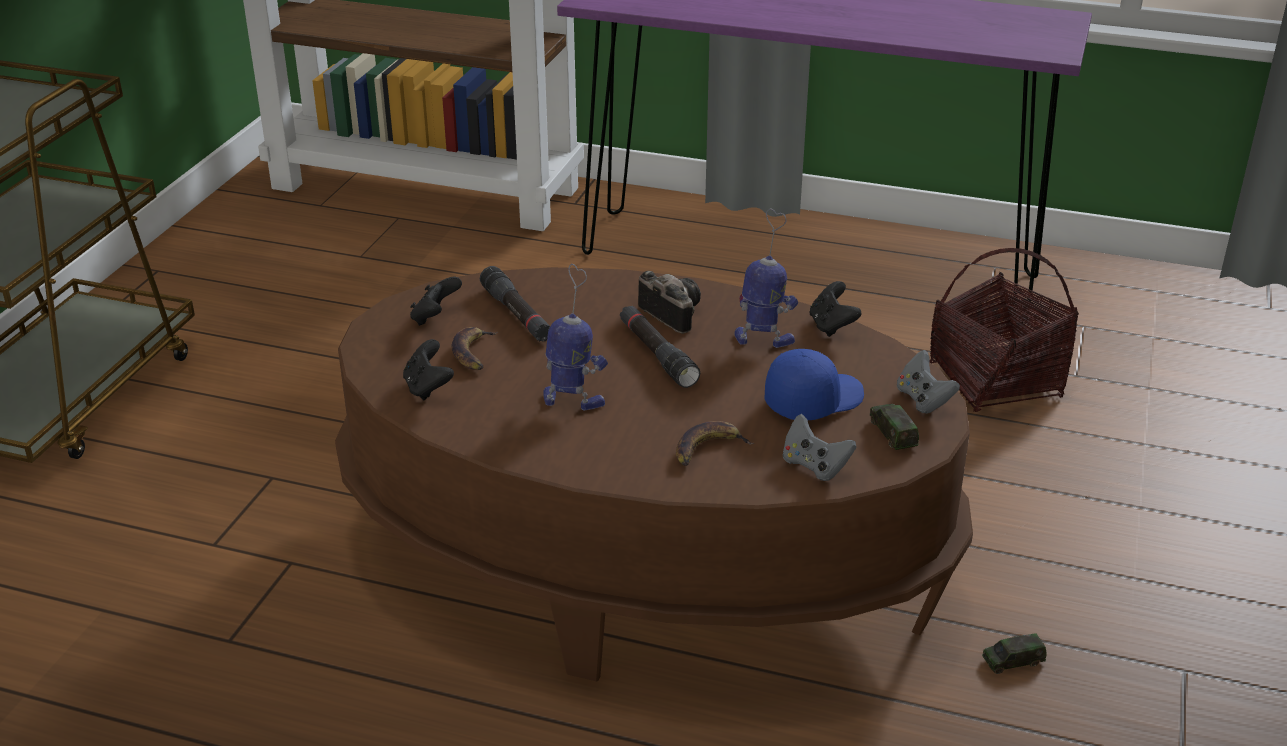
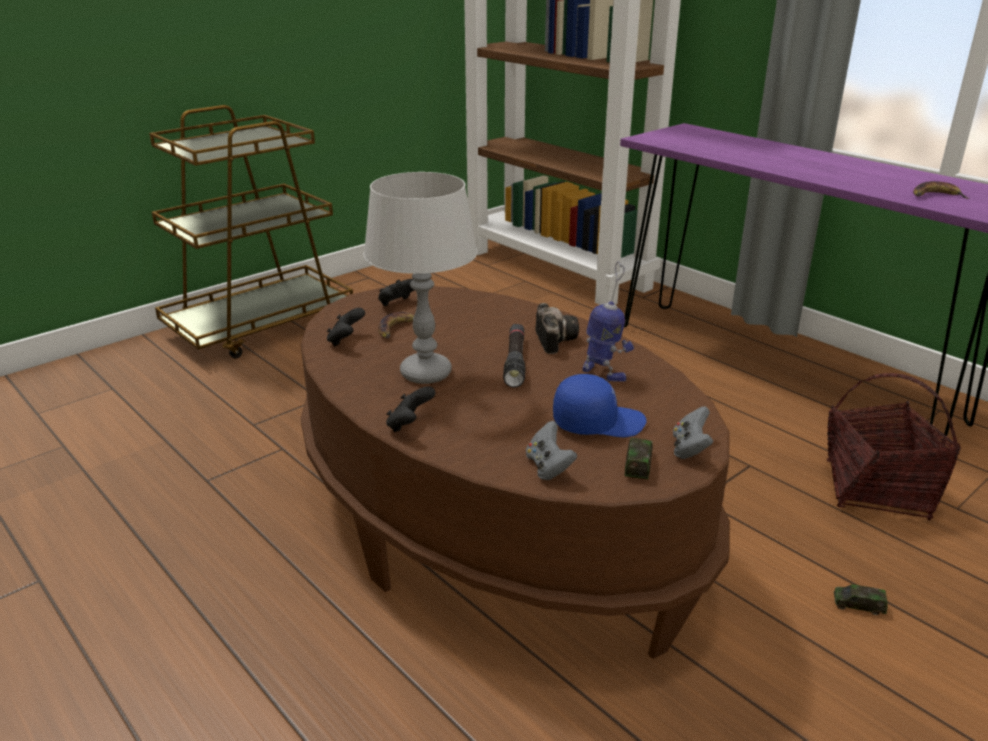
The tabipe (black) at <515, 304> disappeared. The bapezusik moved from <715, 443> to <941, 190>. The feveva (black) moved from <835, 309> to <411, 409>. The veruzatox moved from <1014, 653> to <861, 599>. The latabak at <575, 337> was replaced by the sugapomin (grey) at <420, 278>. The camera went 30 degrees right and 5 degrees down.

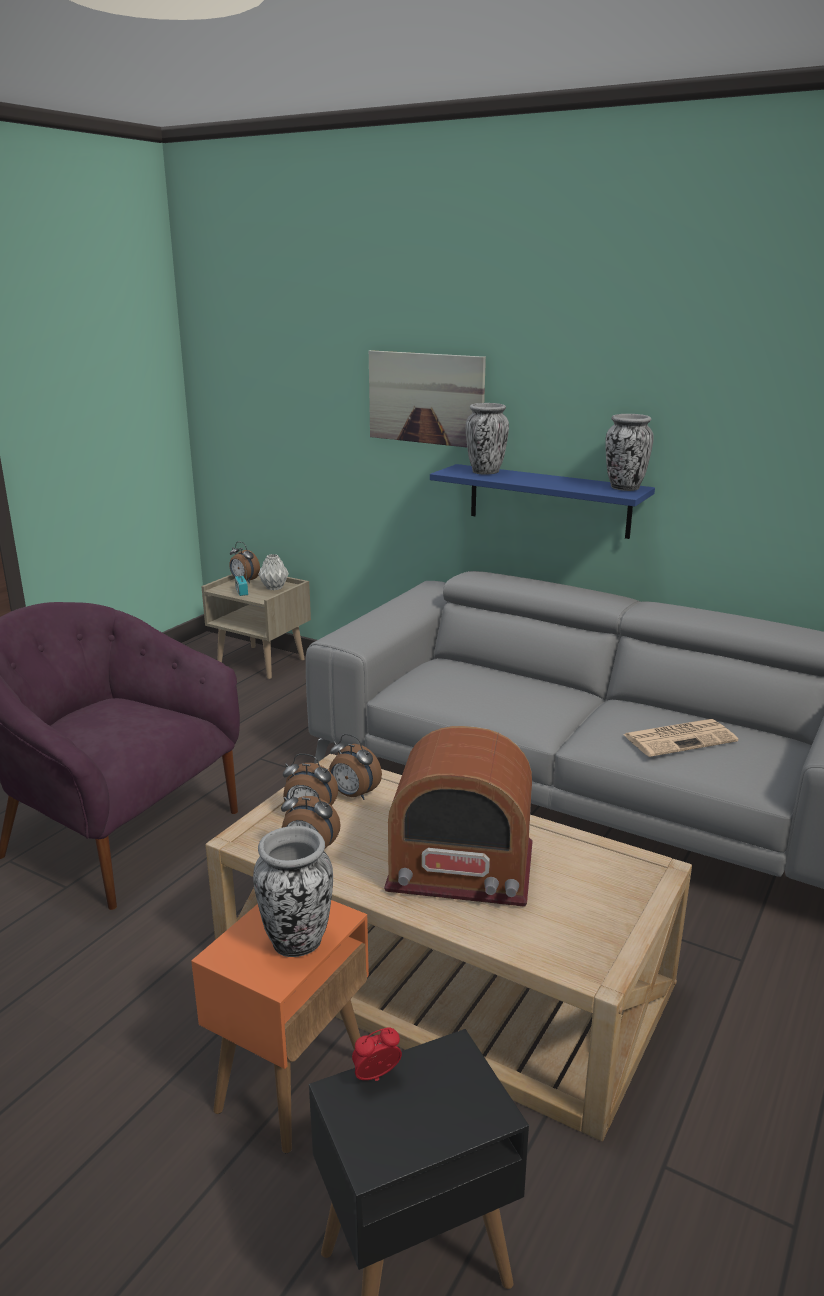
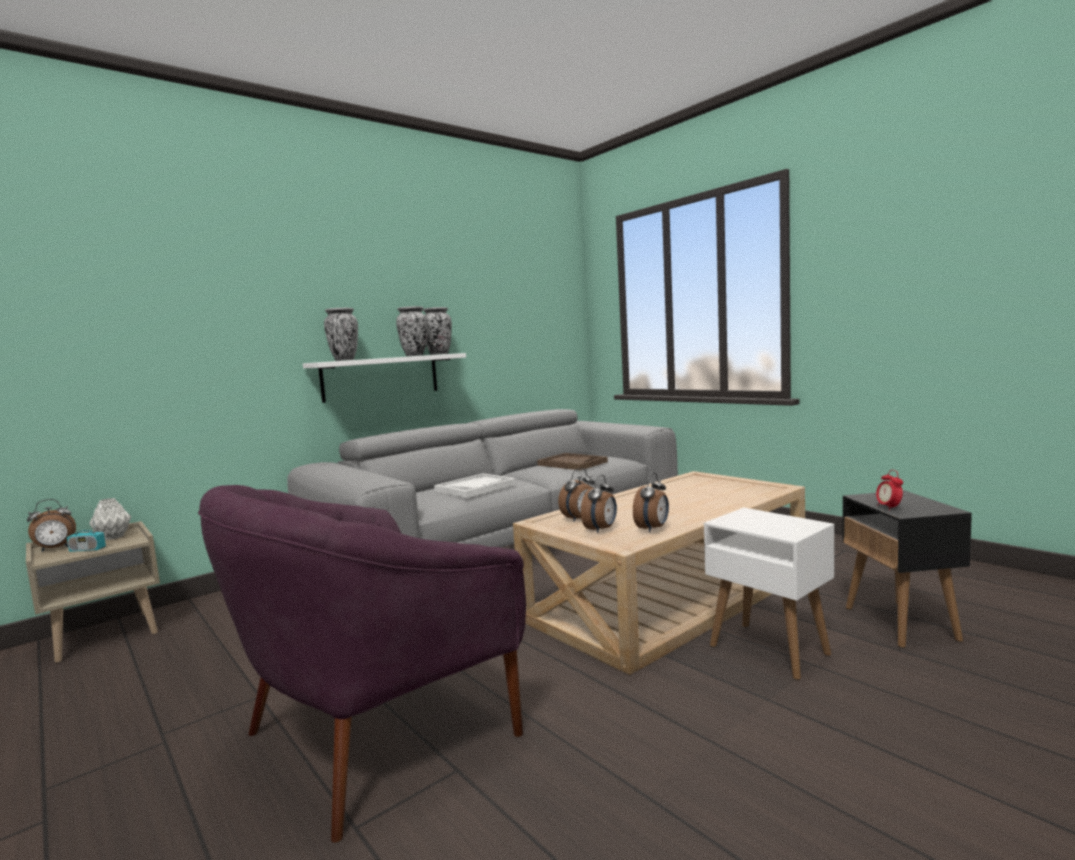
The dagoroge at <427, 398> disappeared. The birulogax at <458, 816> disappeared. The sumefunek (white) at <475, 485> appeared. The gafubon moved from <293, 891> to <411, 331>. The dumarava at <680, 738> was replaced by the sumefunek (brown) at <572, 461>. The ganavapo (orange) at <280, 1026> became the ganavapo (white) at <769, 594>. The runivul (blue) at <542, 501> became the runivul (white) at <384, 378>. The camera went 70 degrees left and 15 degrees down.

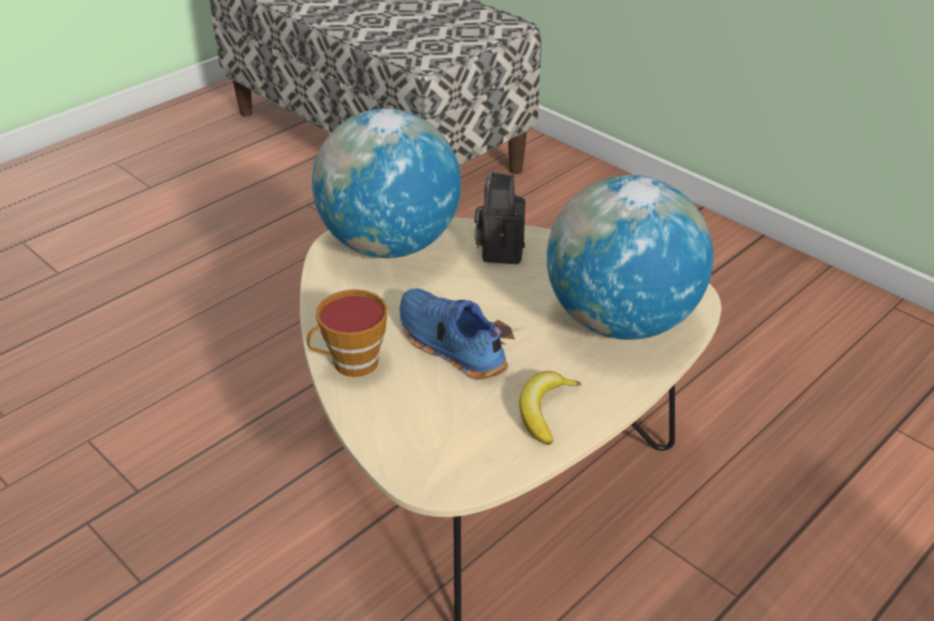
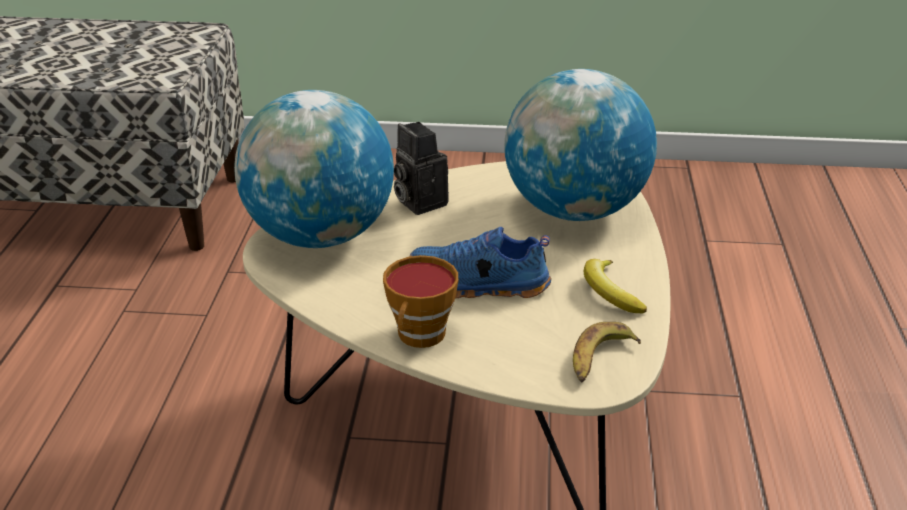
The bapezusik at <607, 352> appeared. The camera went 40 degrees left and 5 degrees down.

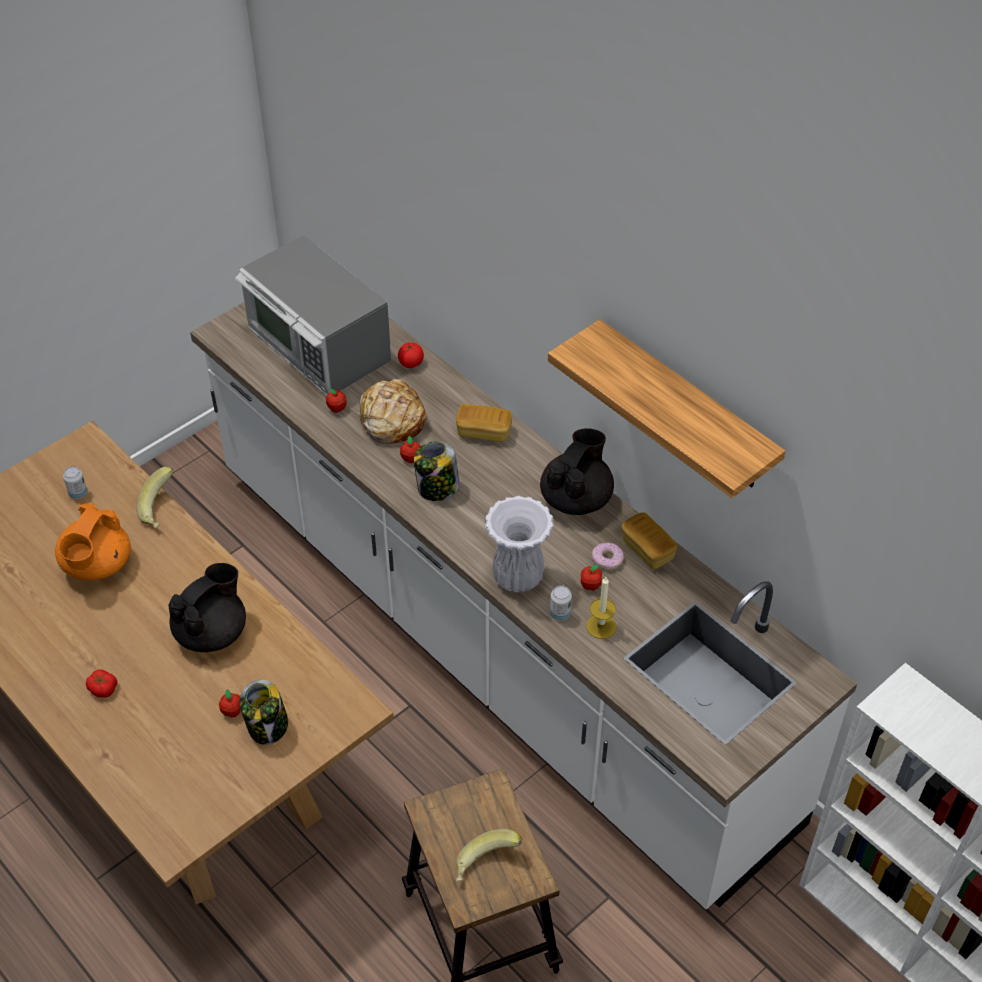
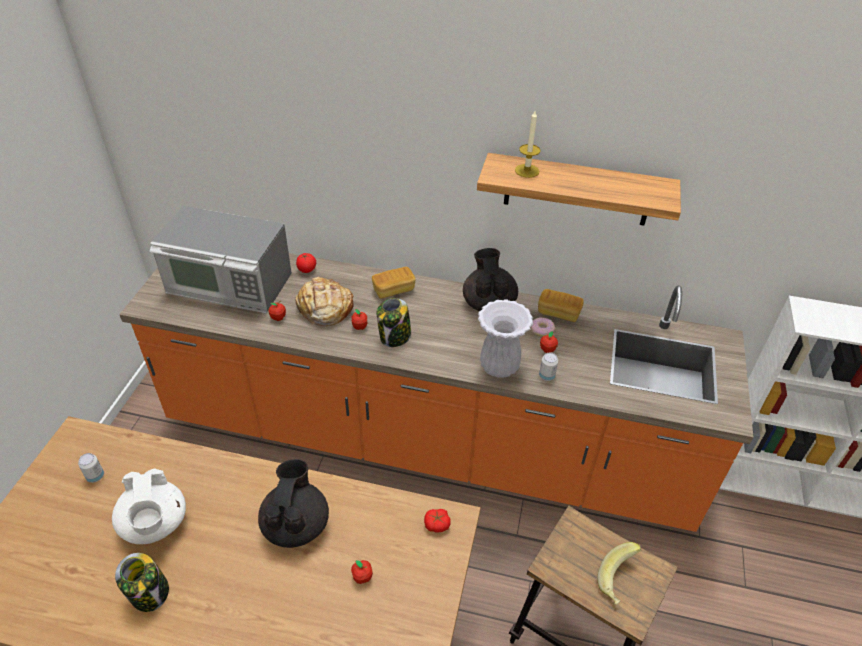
The bapezusik at <155, 497> disappeared. The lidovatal moved from <102, 683> to <437, 520>. The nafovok moved from <263, 712> to <142, 582>. The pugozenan moved from <601, 608> to <528, 144>. The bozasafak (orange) at <93, 541> became the bozasafak (white) at <149, 506>. The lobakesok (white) at <523, 605> became the lobakesok (orange) at <436, 392>. The camera went 35 degrees left and 5 degrees down.

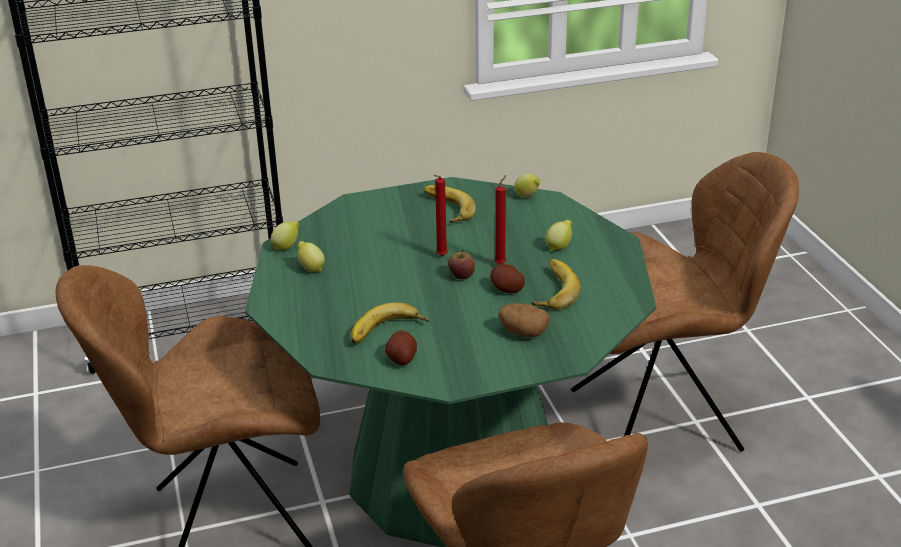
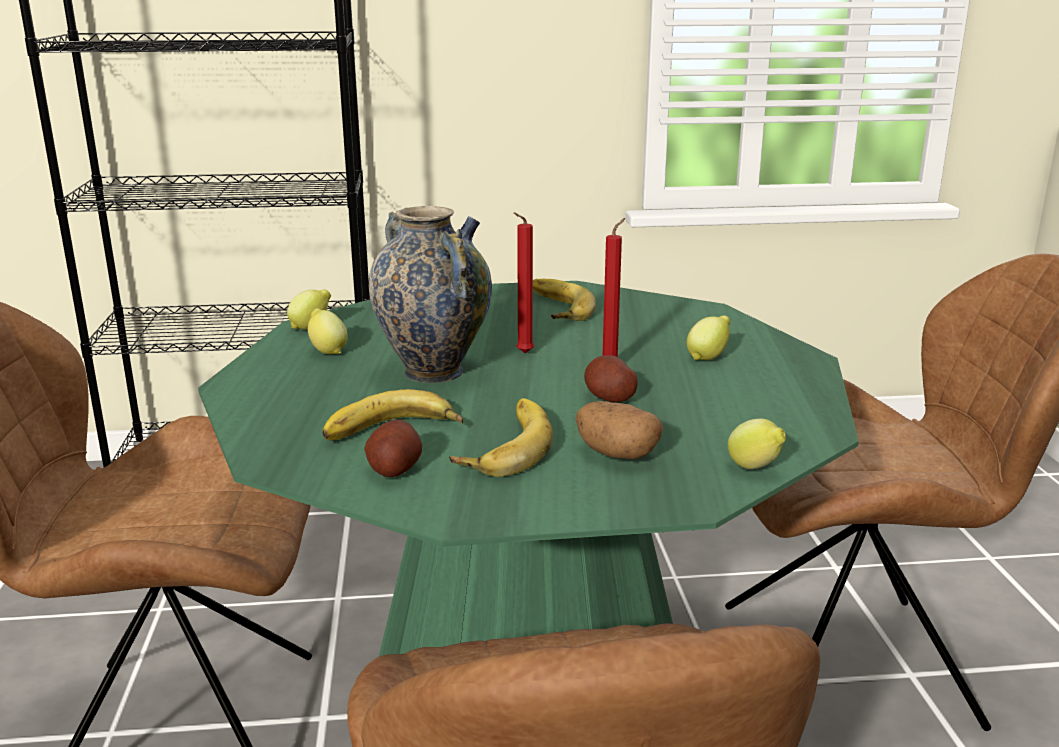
The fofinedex at <461, 264> disappeared. The gafubon at <430, 294> appeared. The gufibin moved from <527, 185> to <757, 443>. The bapezusik moved from <556, 284> to <501, 437>. The camera went 10 degrees right and 10 degrees down.

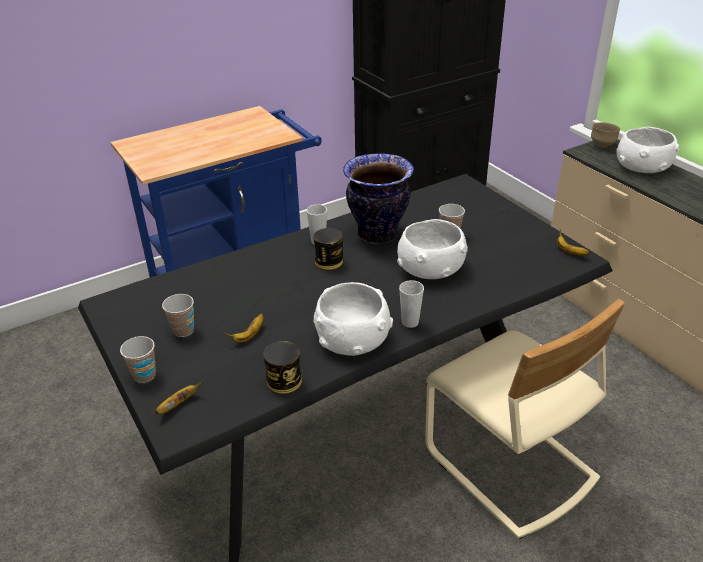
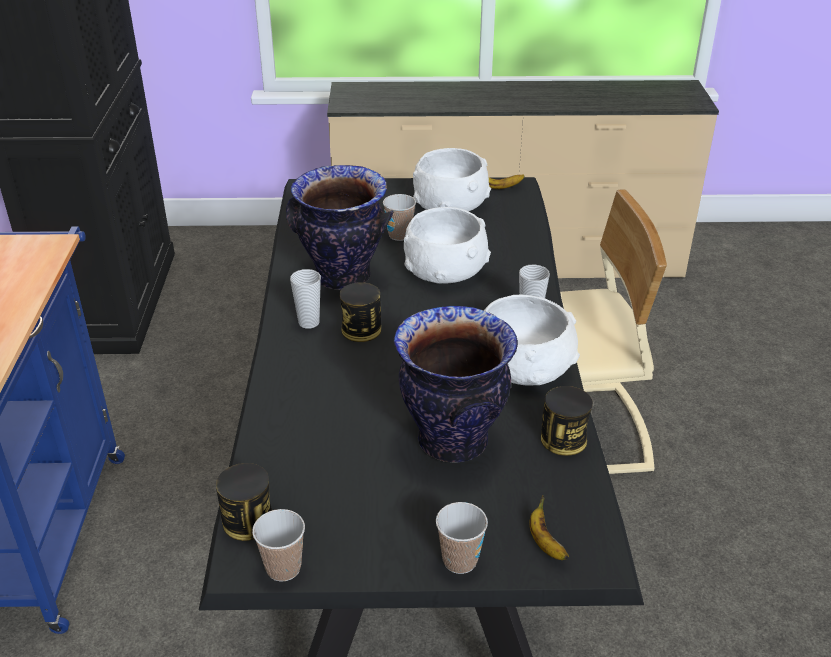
The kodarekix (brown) at <606, 135> disappeared. The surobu at <244, 502> appeared. The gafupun moved from <178, 315> to <278, 545>. The kodarekix (white) moved from <647, 150> to <452, 180>. The bapezusik at <244, 328> was replaced by the gafubon at <456, 384>. The camera went 60 degrees left and 0 degrees up.

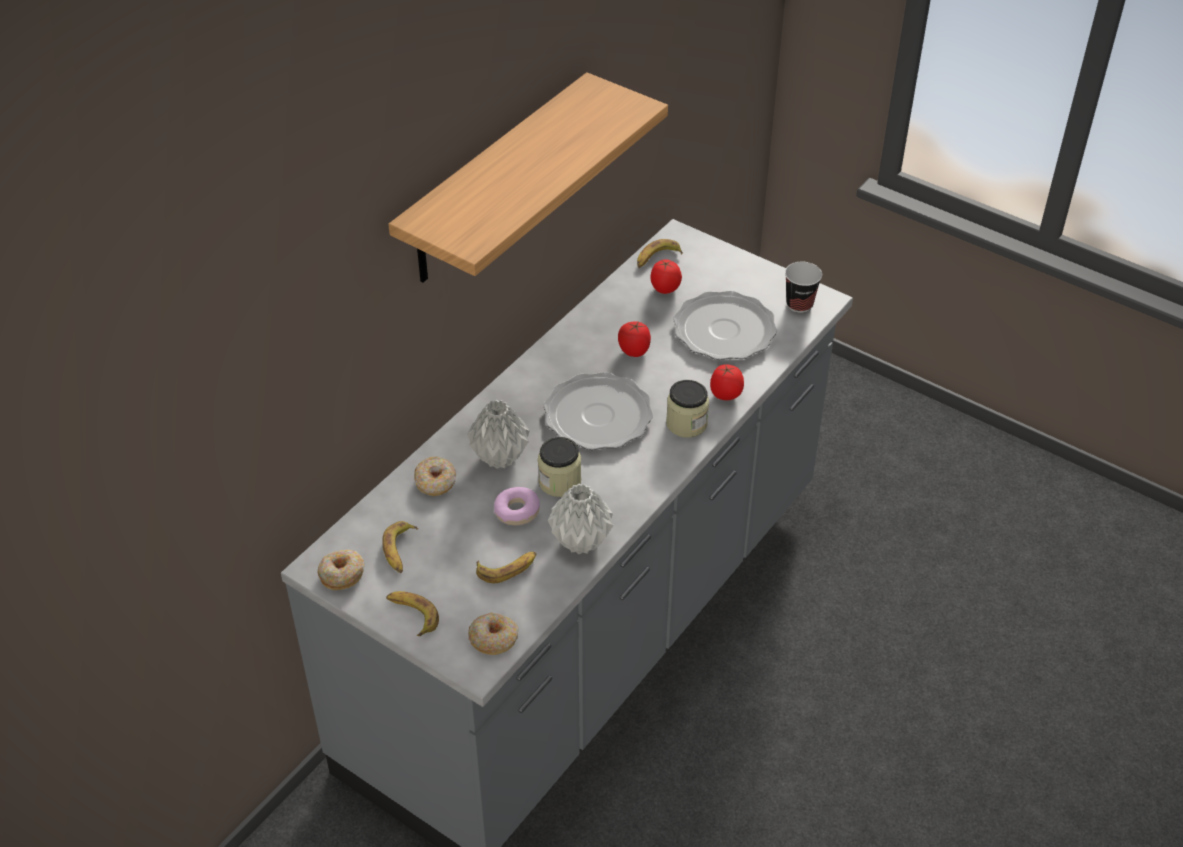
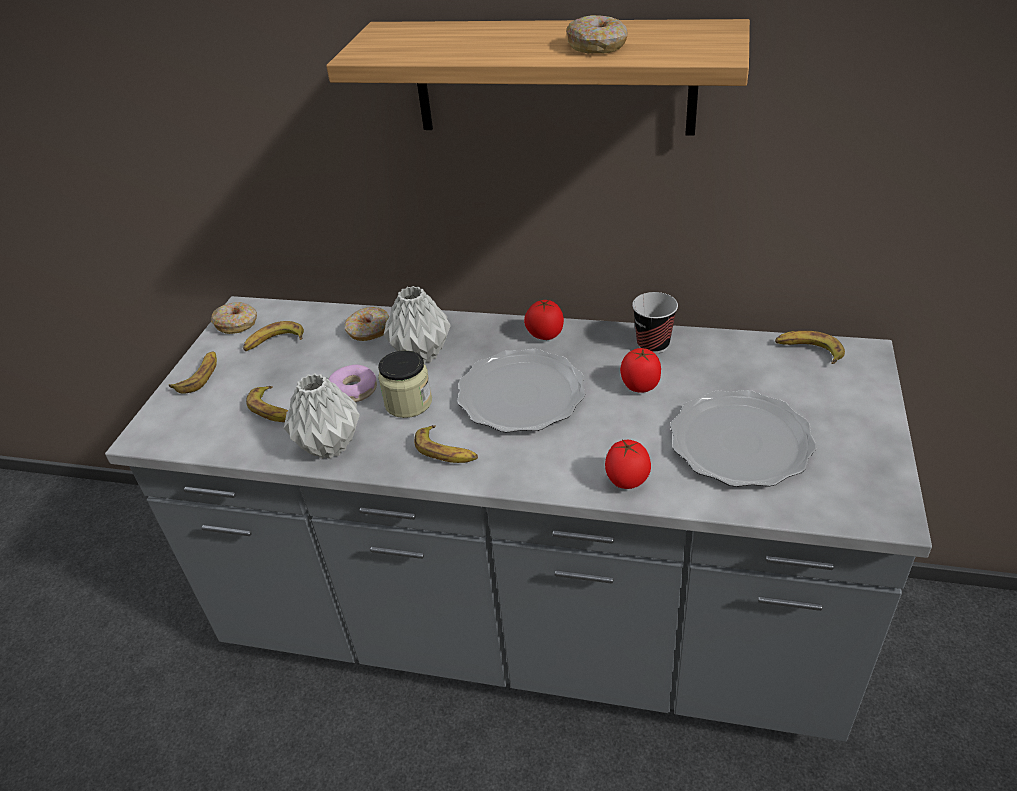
The nafovok at <687, 409> disappeared. The bapezusik at <446, 444> appeared. The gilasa moved from <493, 633> to <597, 34>. The lidovatal moved from <666, 277> to <544, 320>. The gafupun moved from <803, 287> to <655, 323>. The camera went 70 degrees right and 5 degrees down.

